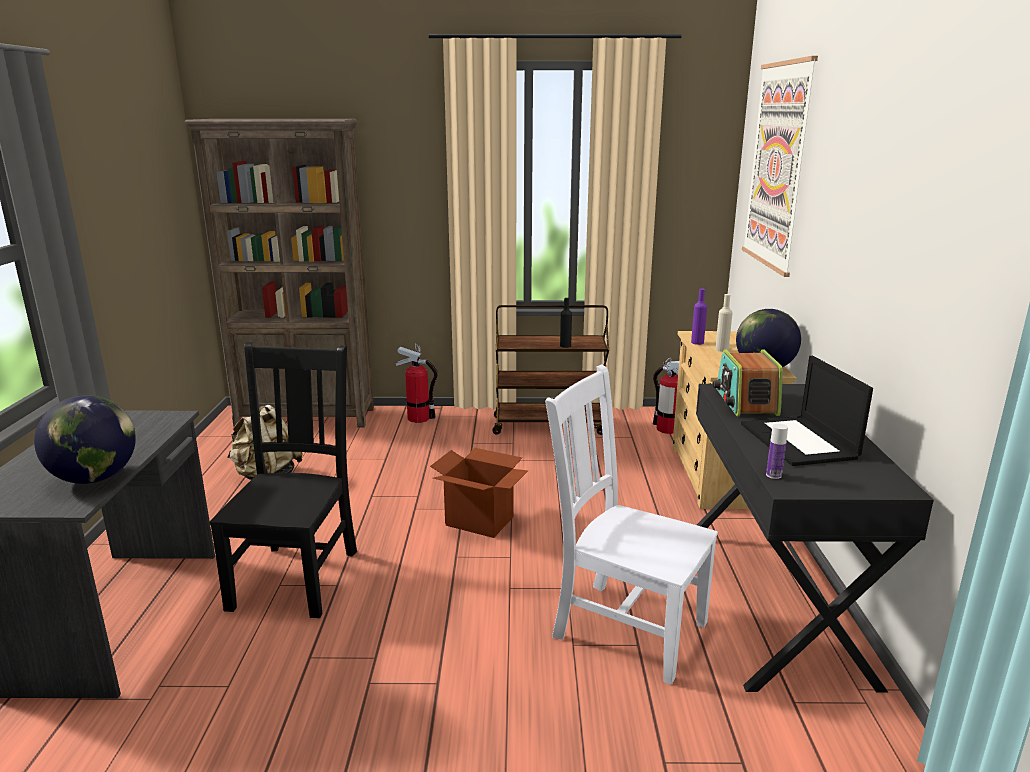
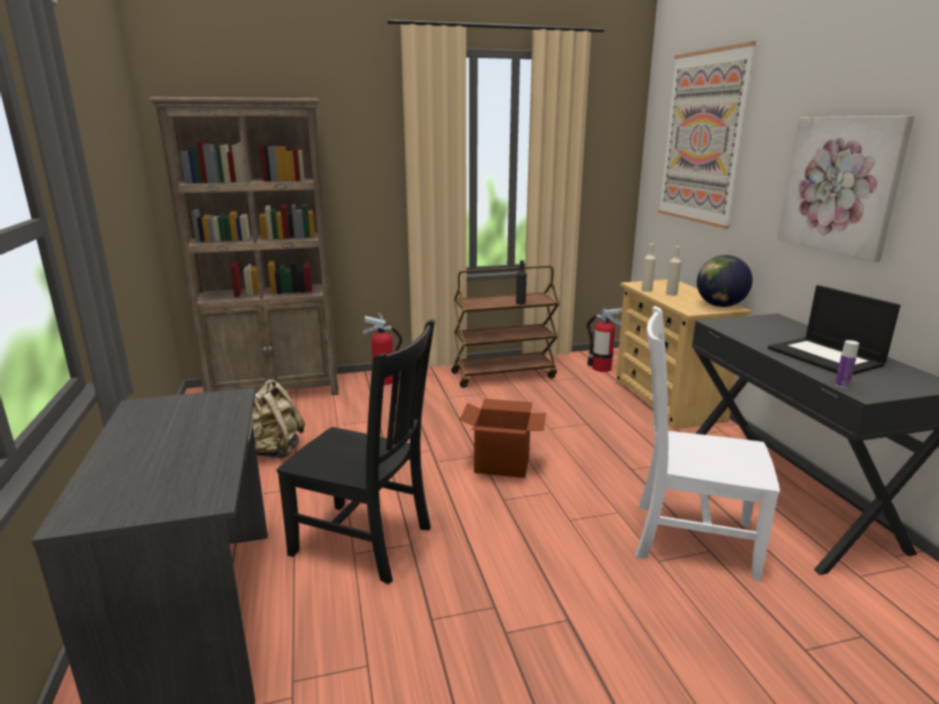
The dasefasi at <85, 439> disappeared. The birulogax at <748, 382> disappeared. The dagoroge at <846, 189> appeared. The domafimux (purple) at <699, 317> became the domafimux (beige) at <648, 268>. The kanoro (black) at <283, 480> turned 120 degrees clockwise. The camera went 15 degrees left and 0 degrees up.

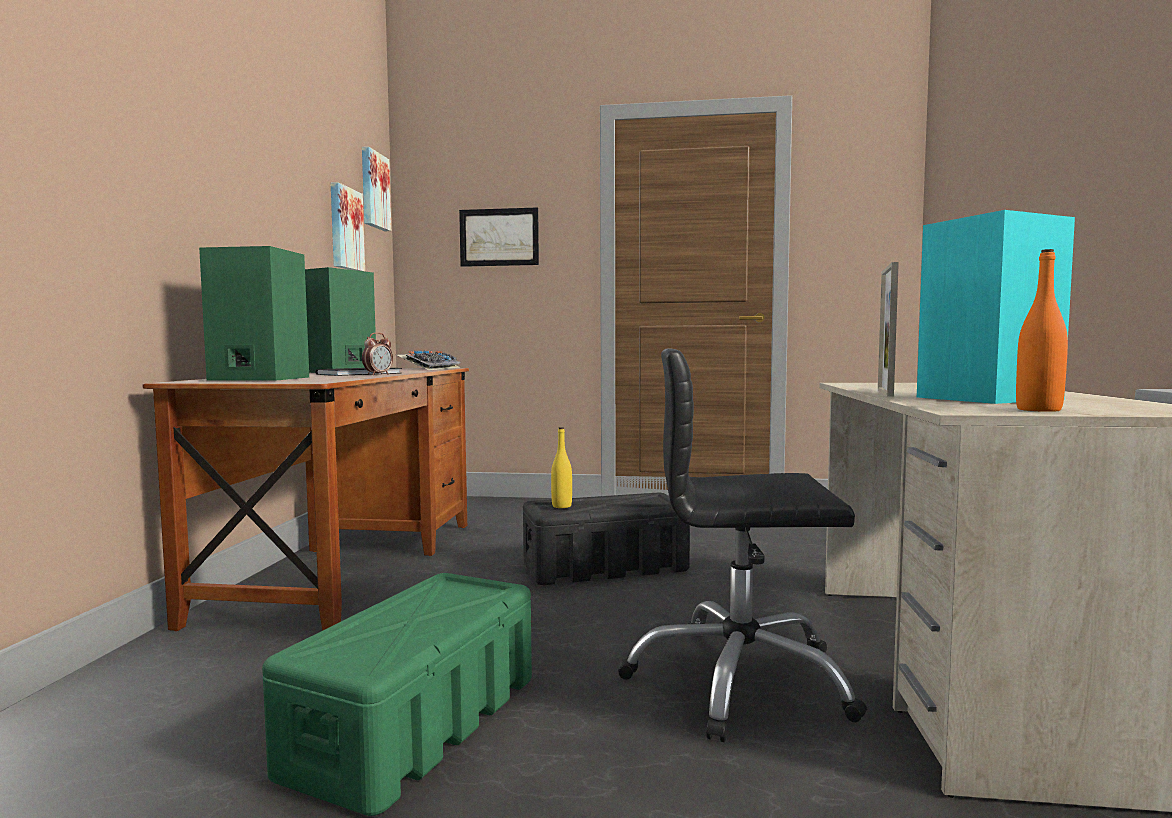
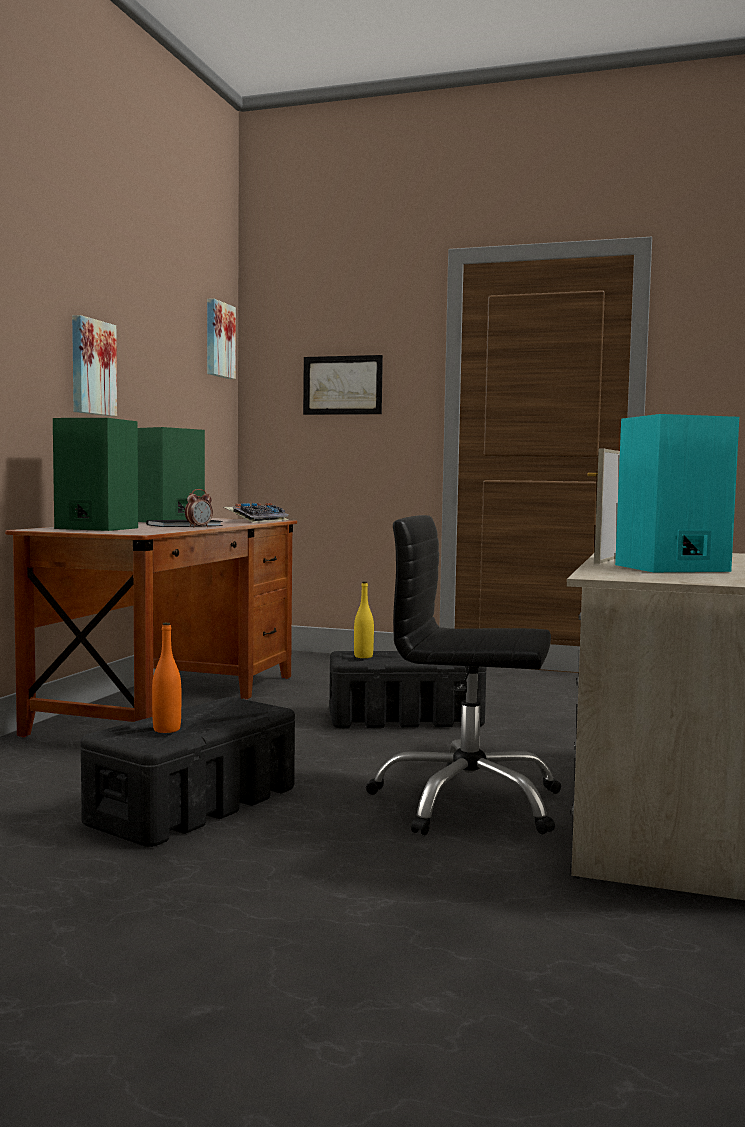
The dagoroge moved from <348, 226> to <94, 365>. The domafimux (orange) moved from <1042, 330> to <166, 678>. The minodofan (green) at <397, 694> became the minodofan (black) at <188, 772>. The camera went 10 degrees right and 0 degrees up.

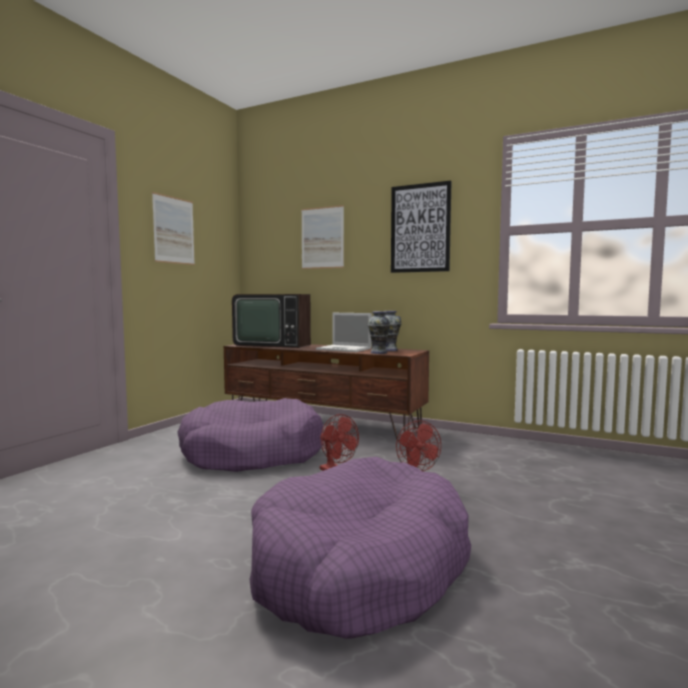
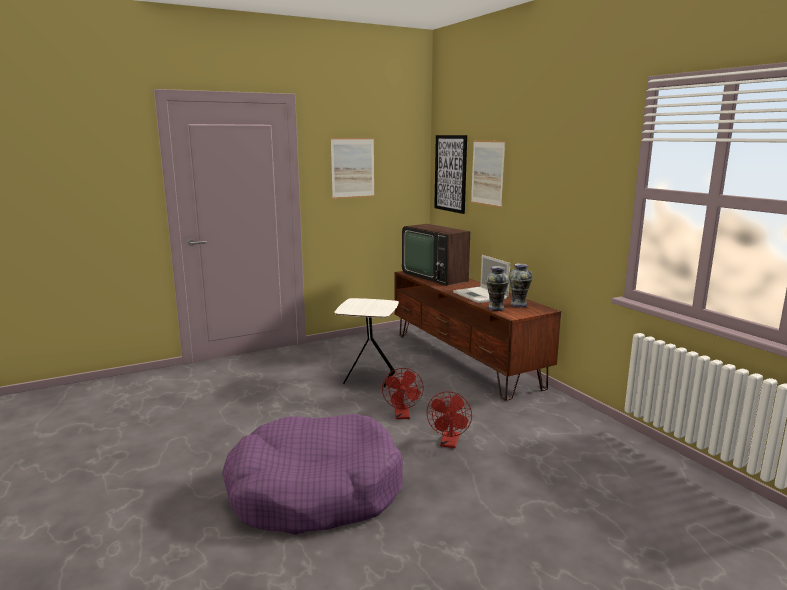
The dagoroge moved from <421, 227> to <450, 174>. The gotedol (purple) at <250, 435> was replaced by the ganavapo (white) at <366, 342>. The camera went 35 degrees right and 10 degrees up.

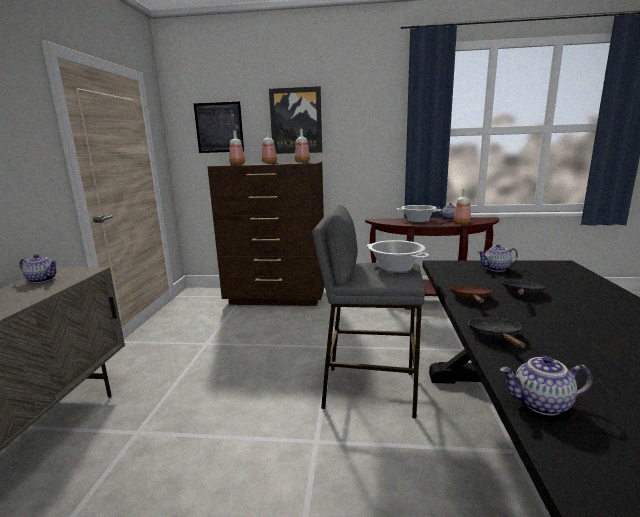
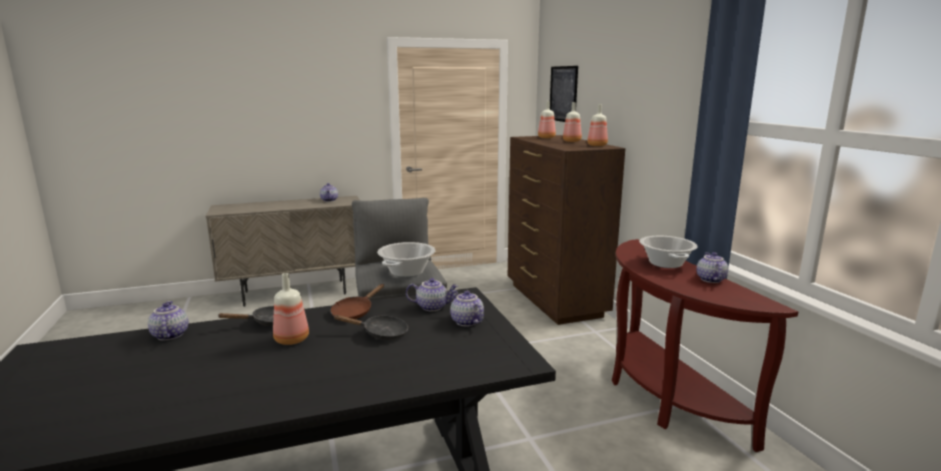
The dagoroge at <295, 120> disappeared. The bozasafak at <432, 294> appeared. The domafimux moved from <462, 206> to <291, 309>. The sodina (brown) at <471, 294> turned 135 degrees clockwise. The camera went 65 degrees right and 0 degrees up.

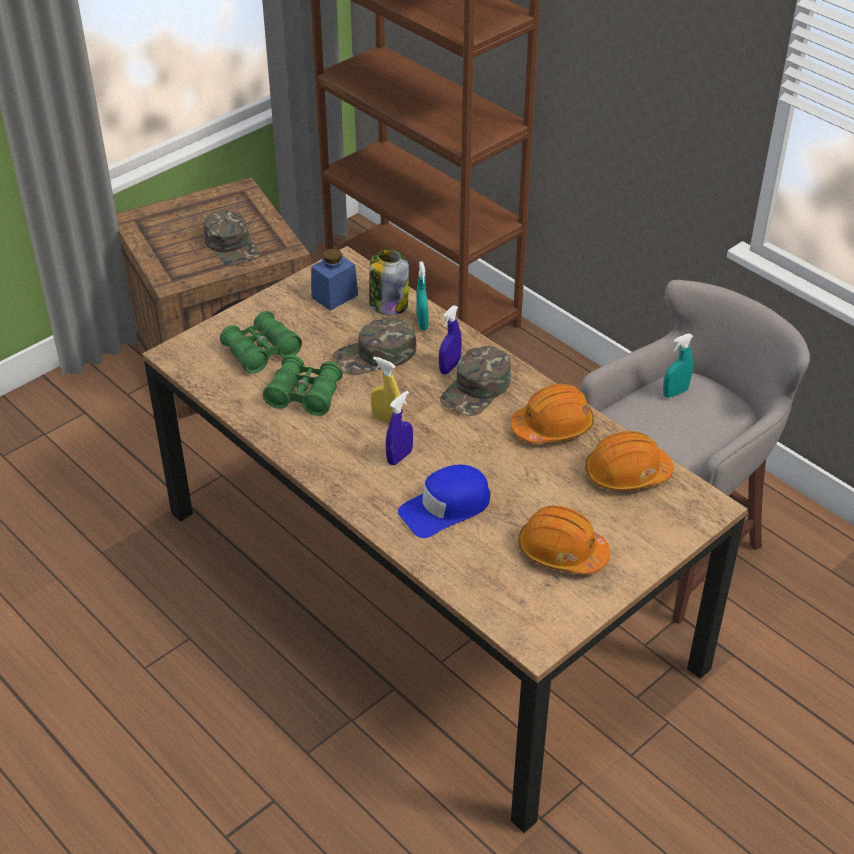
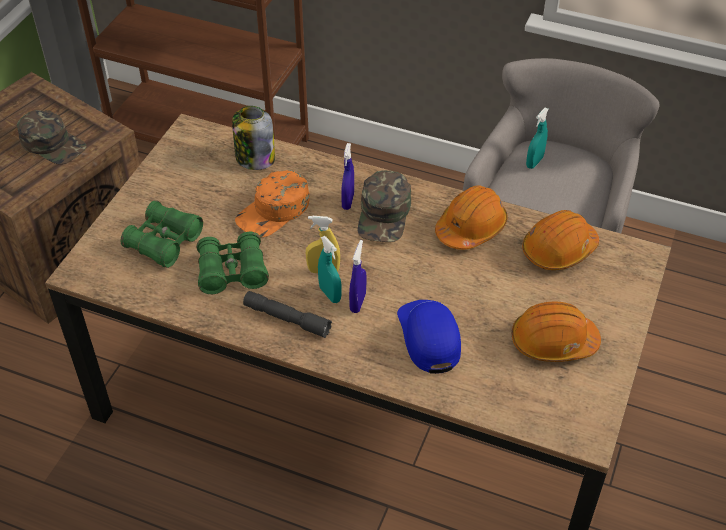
The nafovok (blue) at <334, 279> disappeared. The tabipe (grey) at <287, 314> appeared. The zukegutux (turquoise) moved from <422, 295> to <329, 269>. The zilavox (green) at <374, 346> became the zilavox (orange) at <272, 203>. The zilavox (blue) at <444, 501> turned 135 degrees clockwise. The camera went 25 degrees left and 5 degrees up.

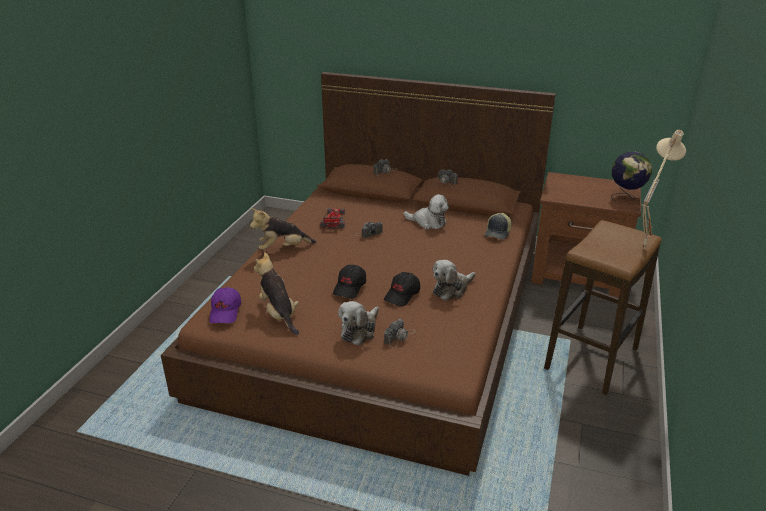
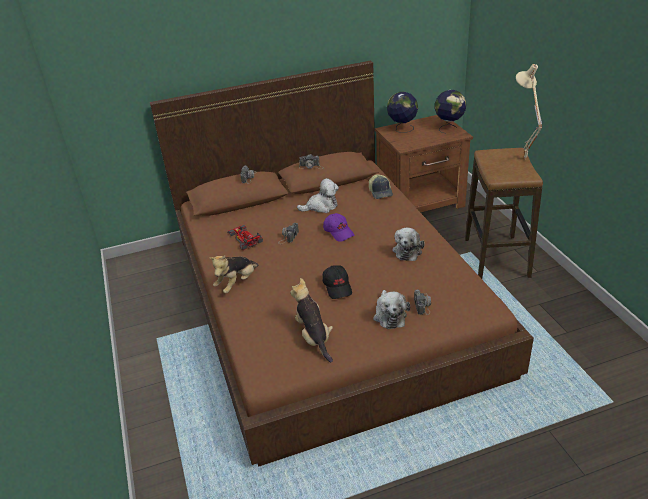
The zilavox (black) at <402, 289> disappeared. The dasefasi at <402, 112> appeared. The zilavox (purple) moved from <225, 305> to <338, 227>. The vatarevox at <276, 293> turned 45 degrees clockwise. The camera went 35 degrees left and 5 degrees up.

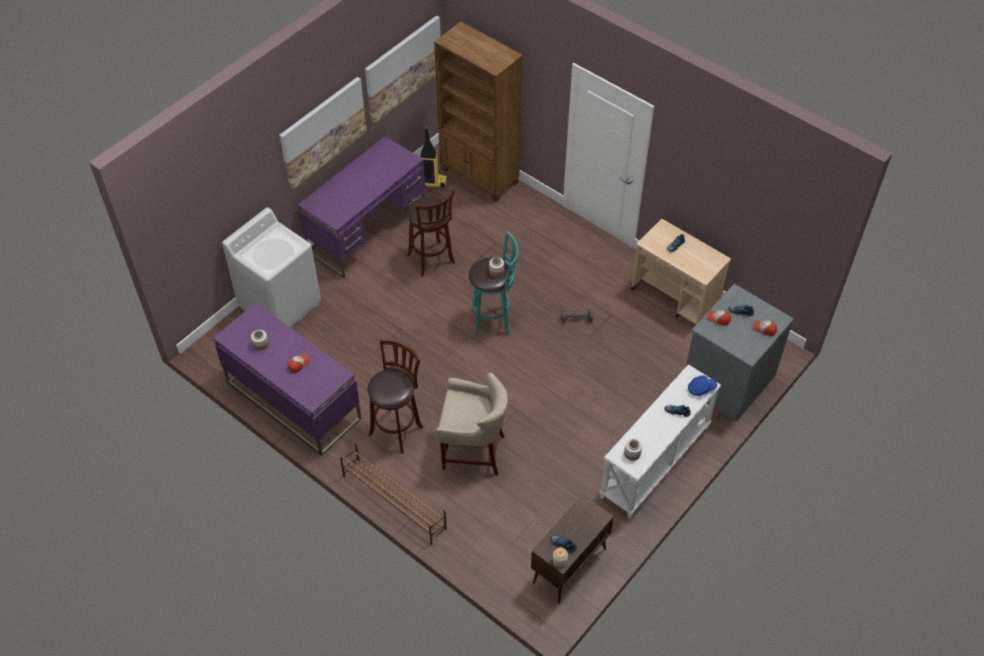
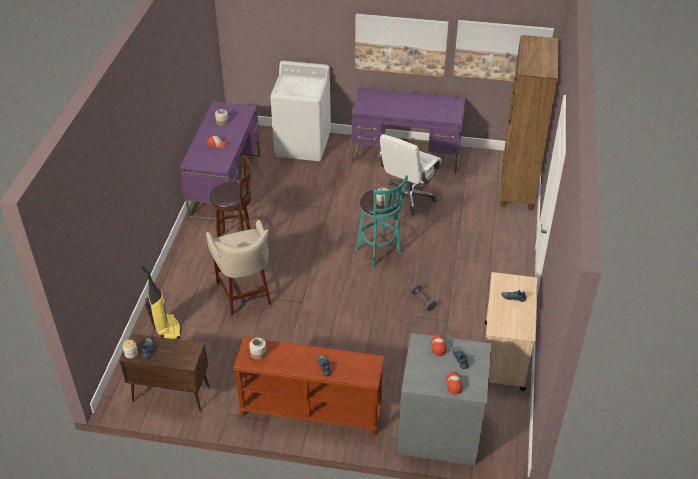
The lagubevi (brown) at <393, 494> disappeared. The zilavox (blue) at <702, 385> disappeared. The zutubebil moved from <434, 158> to <160, 302>. The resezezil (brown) at <431, 233> was replaced by the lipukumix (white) at <409, 174>. The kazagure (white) at <660, 441> became the kazagure (brown) at <308, 386>. The camera went 60 degrees right and 10 degrees down.

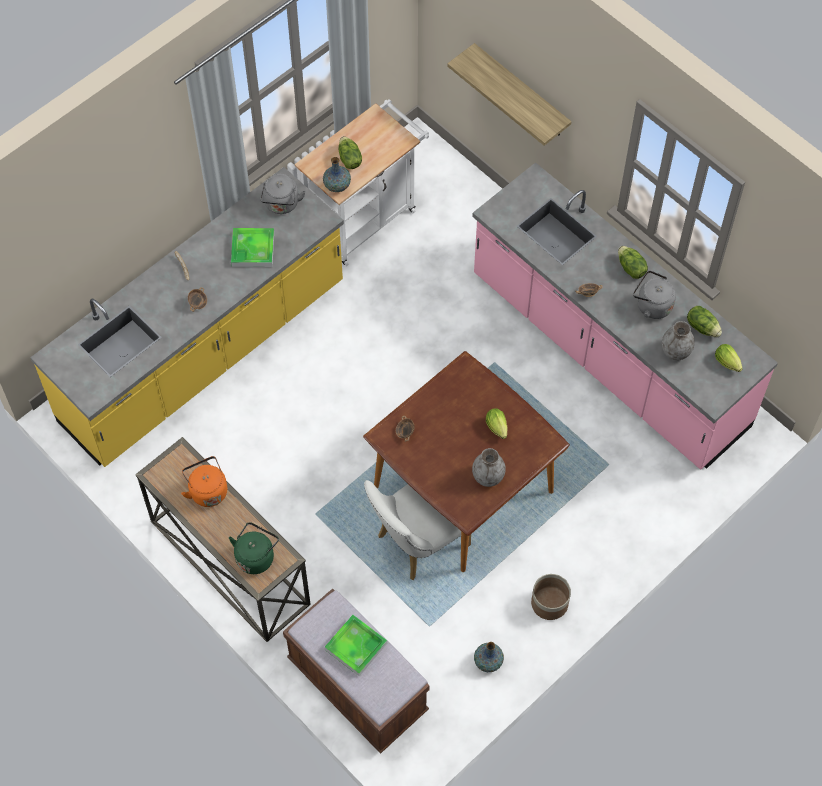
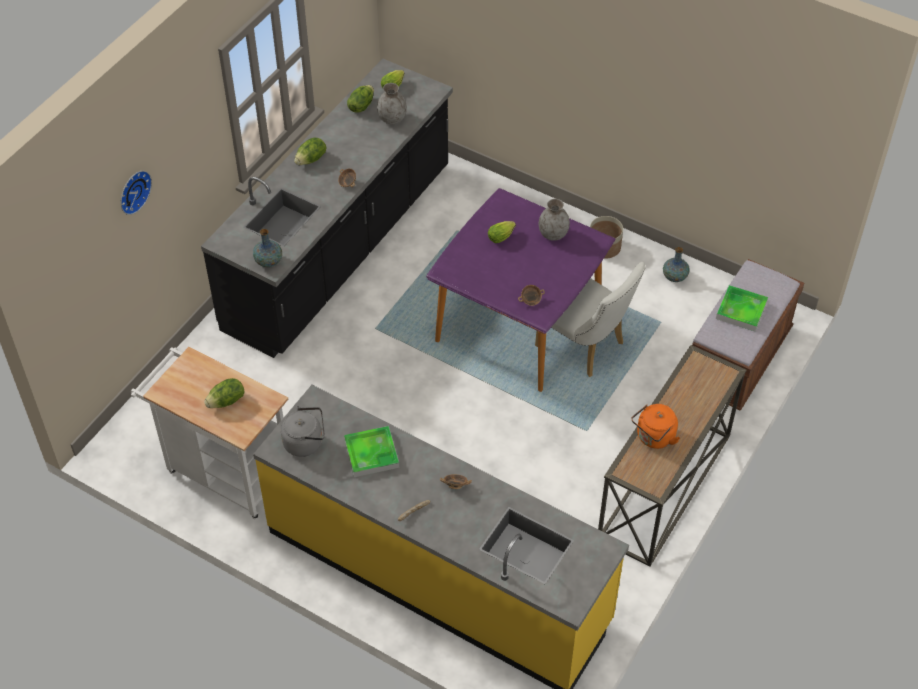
The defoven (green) at <254, 548> disappeared. The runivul at <509, 94> disappeared. The defoven (grey) at <654, 295> disappeared. The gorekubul at <136, 193> appeared. The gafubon moved from <337, 174> to <267, 248>. The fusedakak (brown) at <466, 461> became the fusedakak (purple) at <520, 290>. The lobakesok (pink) at <625, 316> became the lobakesok (black) at <327, 208>. The camera went 105 degrees left and 10 degrees down.

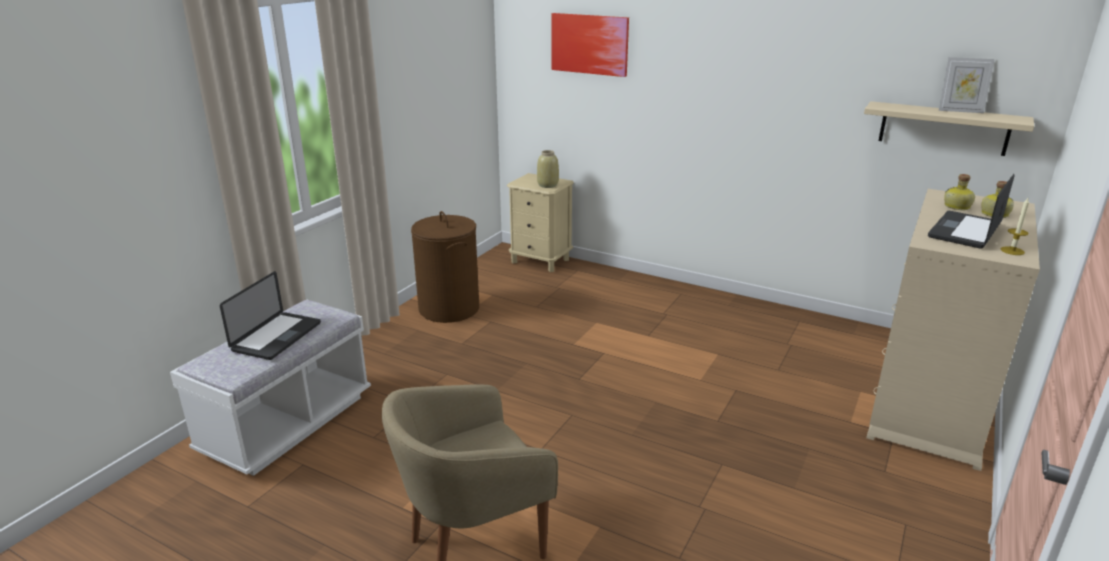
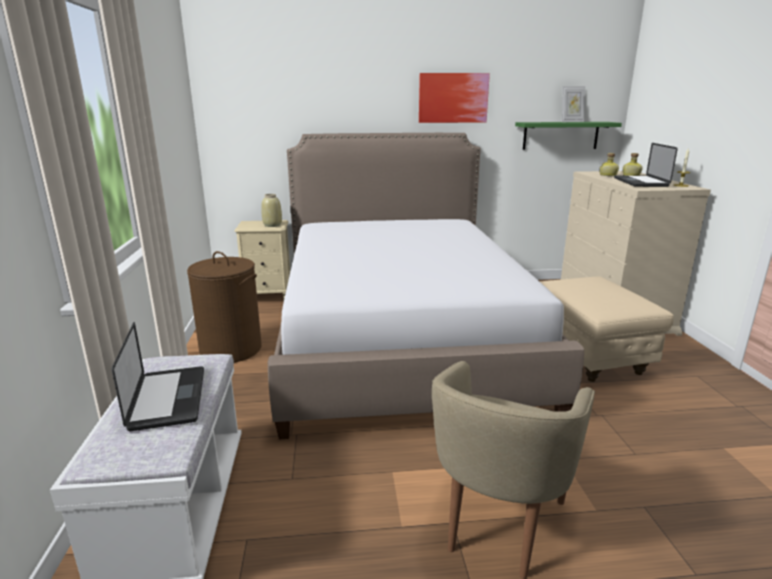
The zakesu at <426, 286> appeared. The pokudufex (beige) at <607, 329> appeared. The dagoroge moved from <590, 45> to <454, 98>. The runivul (beige) at <949, 128> became the runivul (green) at <568, 136>. The camera went 35 degrees left and 5 degrees down.

